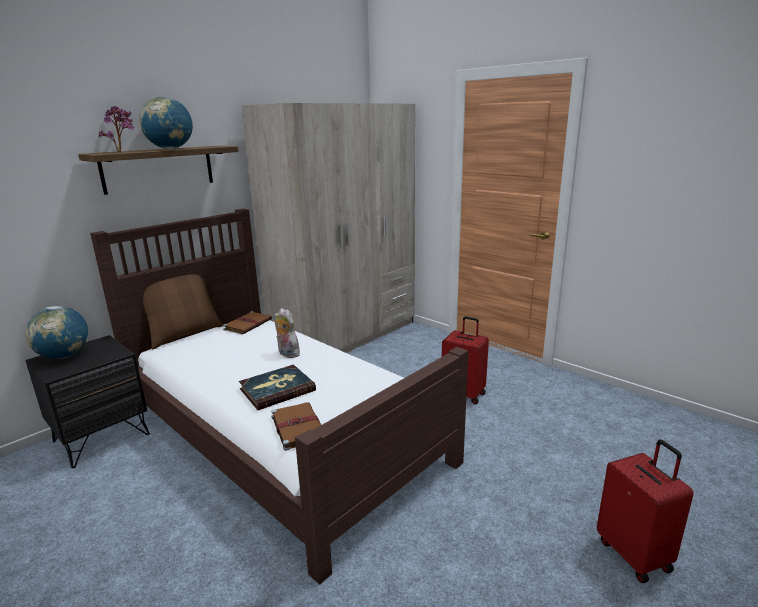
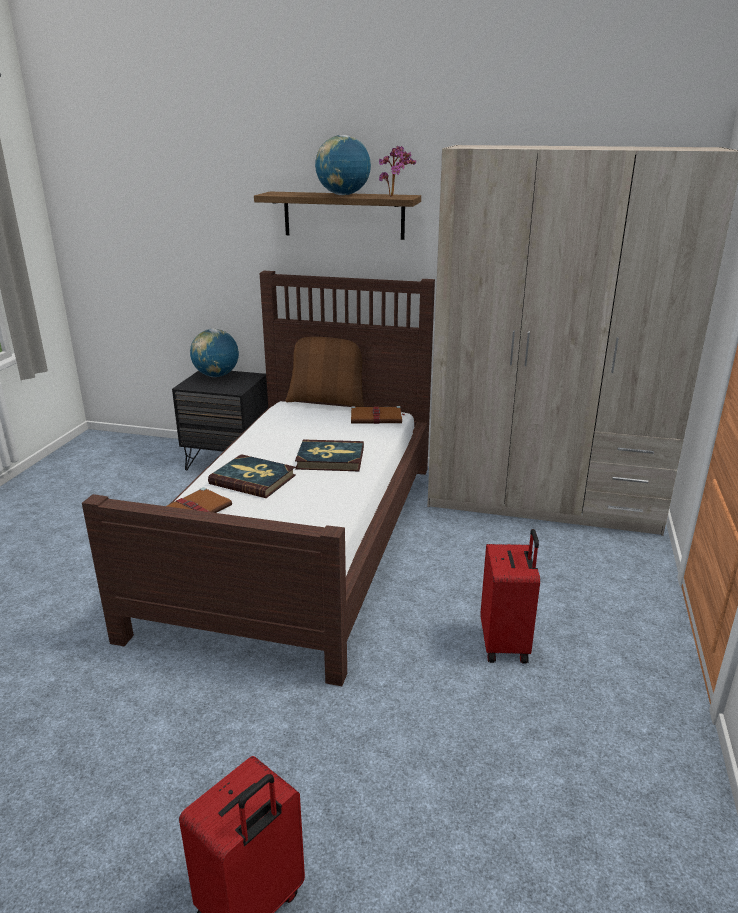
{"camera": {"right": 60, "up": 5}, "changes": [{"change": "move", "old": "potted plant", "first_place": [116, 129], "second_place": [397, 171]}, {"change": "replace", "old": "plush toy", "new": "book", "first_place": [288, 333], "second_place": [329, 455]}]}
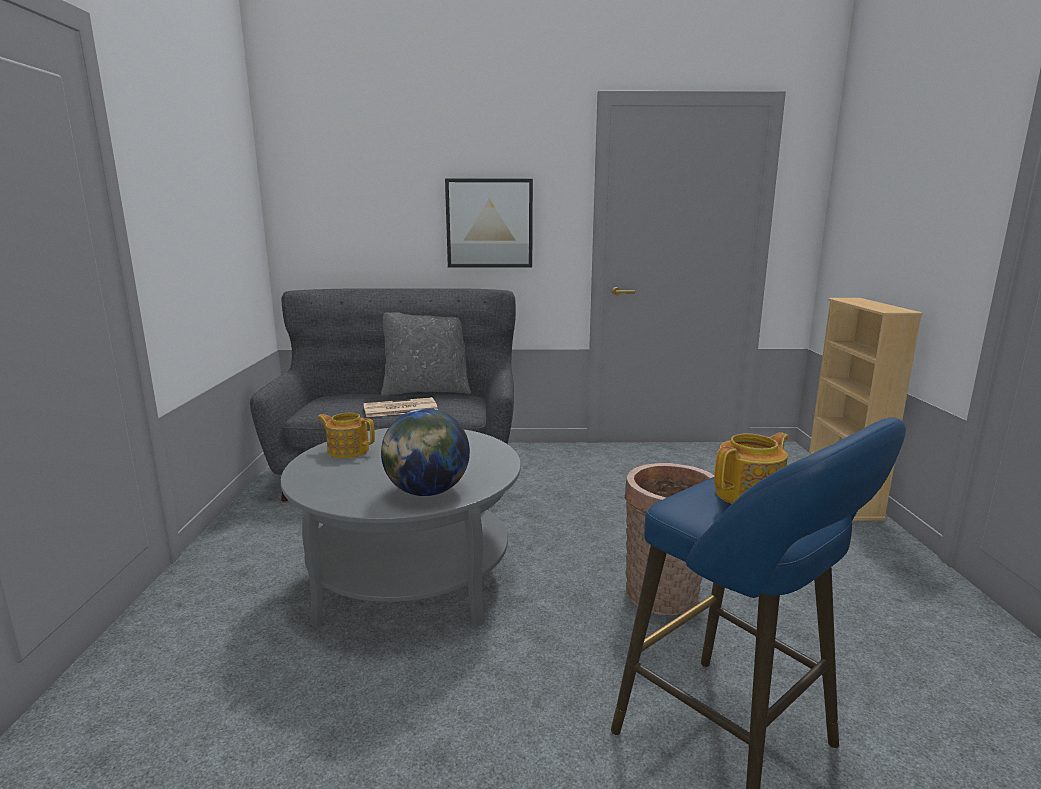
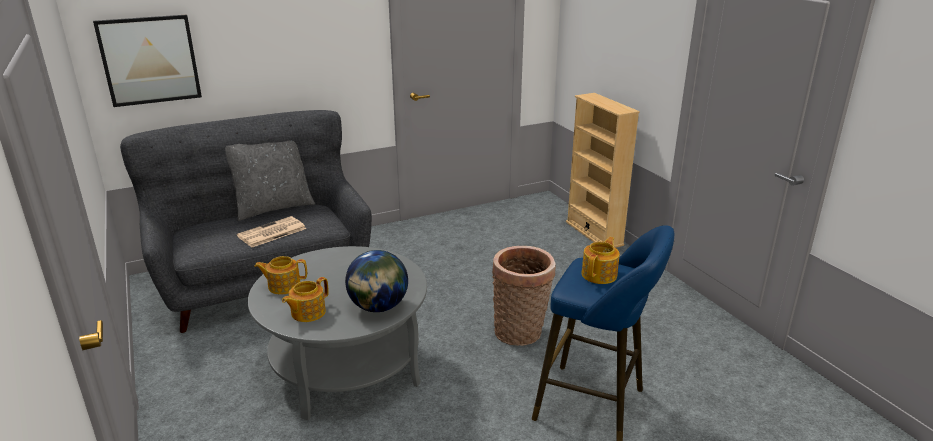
{"camera": {"right": -25, "up": 10}, "changes": [{"change": "move", "old": "wall art", "first_place": [489, 223], "second_place": [147, 61]}, {"change": "insert", "new": "teapot", "second_place": [305, 299]}]}
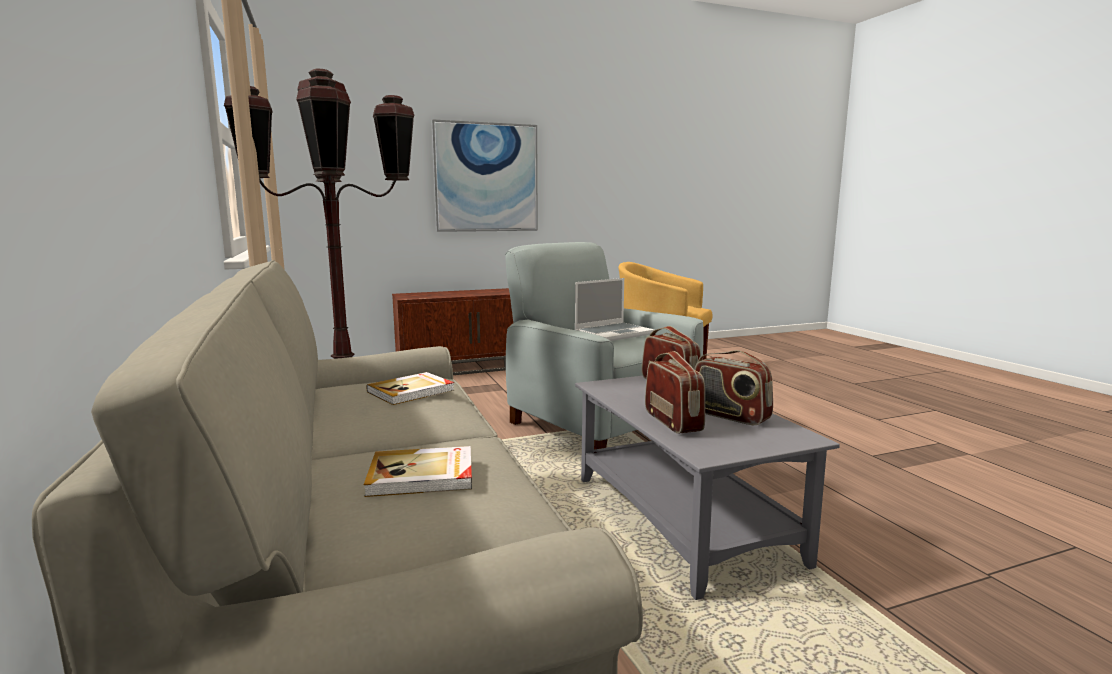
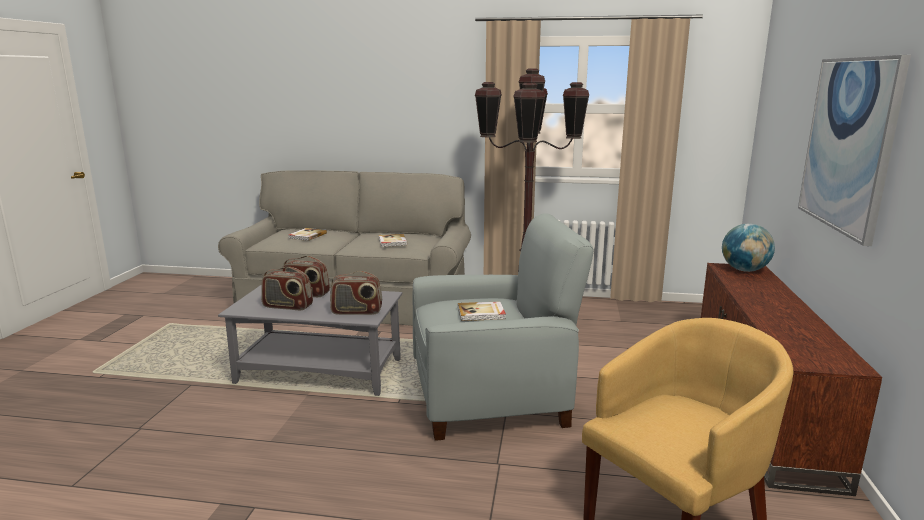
{"camera": {"right": 120, "up": 5}, "changes": [{"change": "replace", "old": "notebook computer", "new": "book", "first_place": [615, 309], "second_place": [482, 311]}, {"change": "rotate", "old": "radio set", "first_place": [733, 387], "second_place": [287, 288], "degrees": -150}, {"change": "insert", "new": "world globe", "second_place": [748, 248]}]}
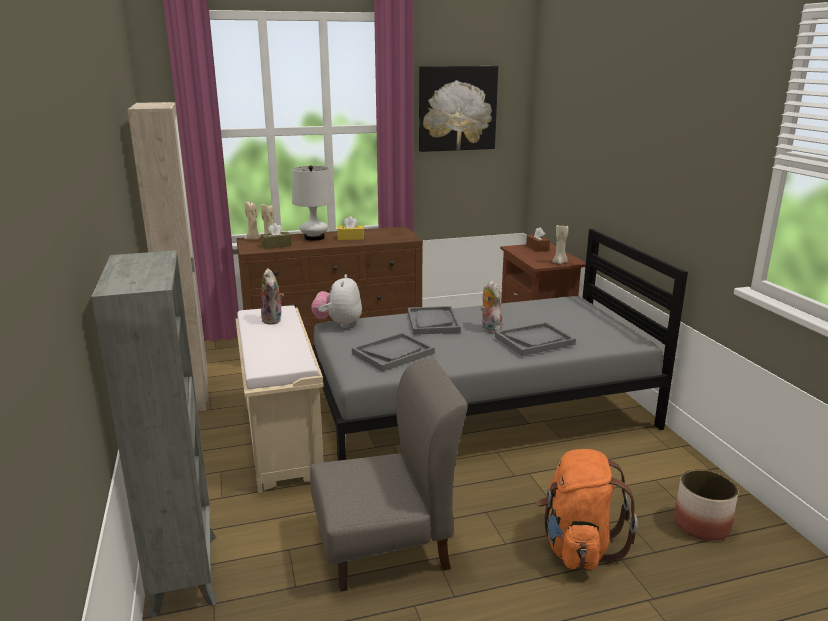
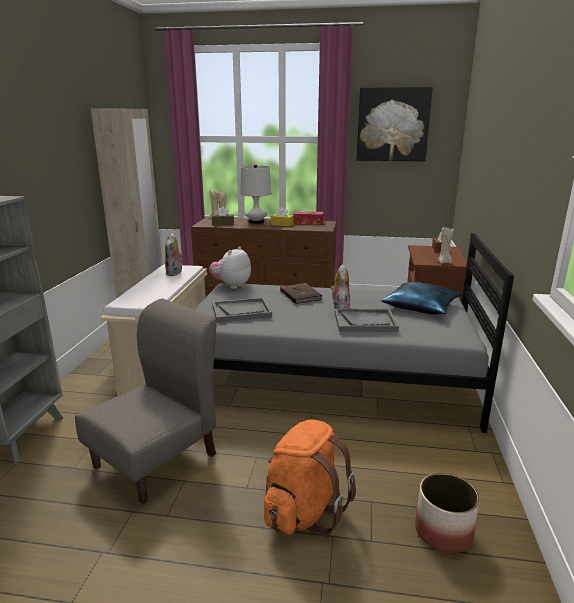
{"camera": {"right": 25, "up": 0}, "changes": [{"change": "replace", "old": "greyish serving tray", "new": "brown-coloured book", "first_place": [434, 320], "second_place": [301, 293]}, {"change": "rotate", "old": "greyish upright chair", "first_place": [389, 475], "second_place": [146, 401], "degrees": -60}, {"change": "insert", "new": "box of tissues", "second_place": [309, 218]}, {"change": "insert", "new": "bluish throw pillow", "second_place": [422, 298]}]}
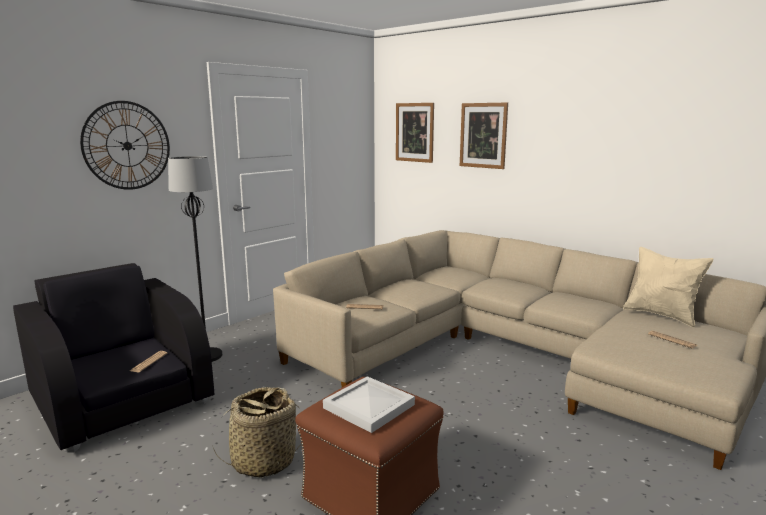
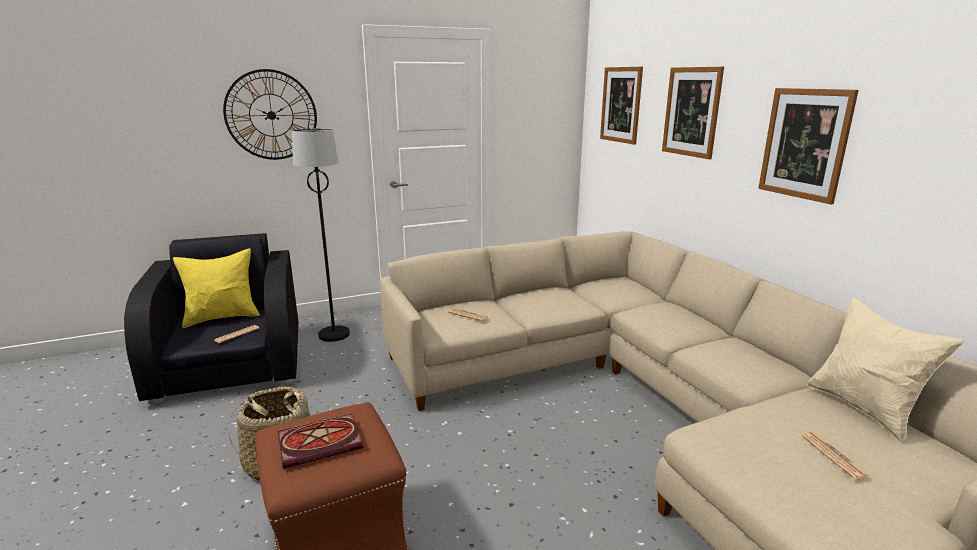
{"camera": {"right": 25, "up": 5}, "changes": [{"change": "replace", "old": "white-coloured serving tray", "new": "book", "first_place": [369, 404], "second_place": [320, 441]}, {"change": "insert", "new": "wall art", "second_place": [808, 146]}, {"change": "insert", "new": "yellow-coloured throw pillow", "second_place": [216, 288]}]}
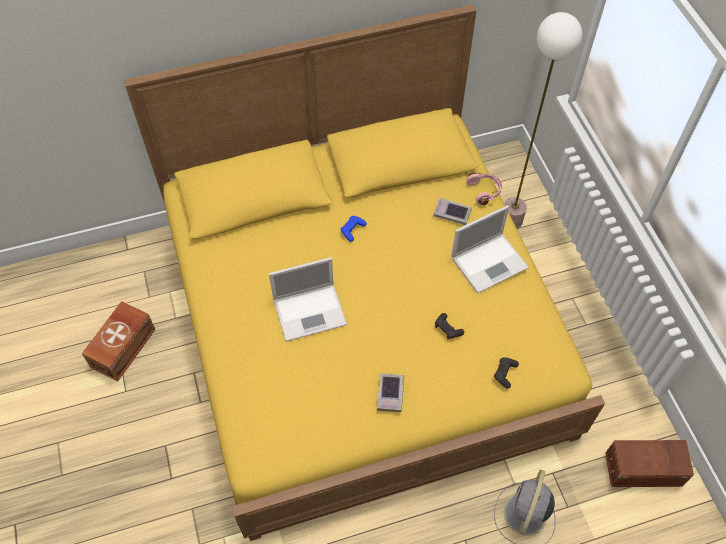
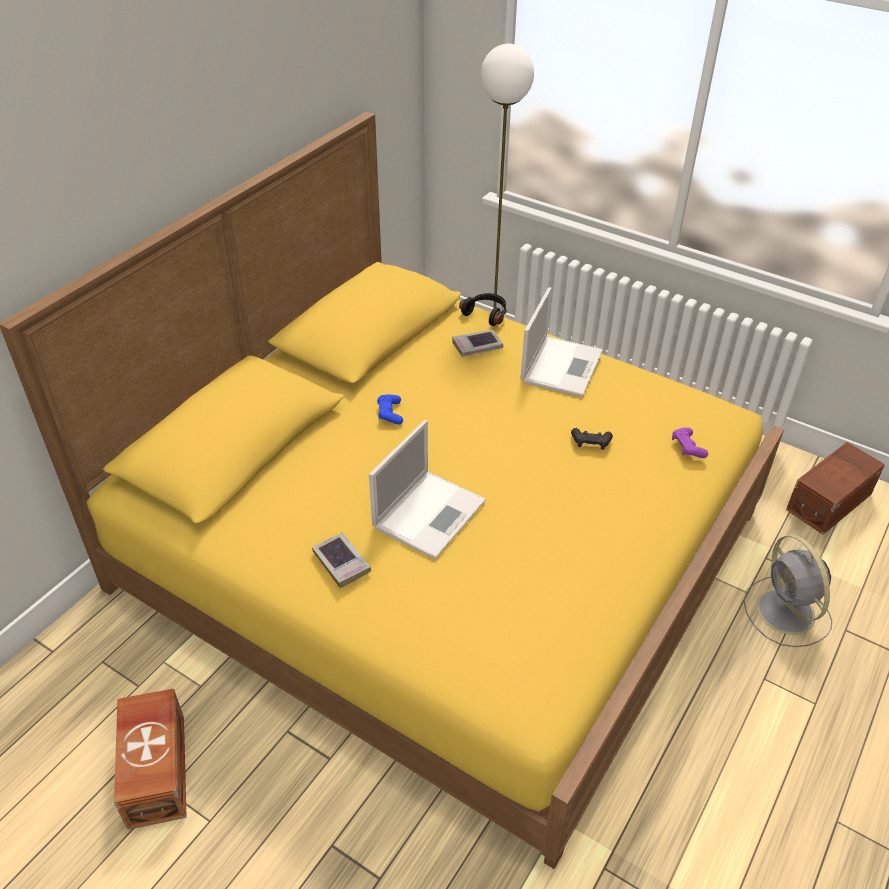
{"camera": {"right": -40, "up": -15}, "changes": [{"change": "recolor", "old": "pink headset", "new": "blackish headset", "first_place": [484, 188], "second_place": [483, 309]}, {"change": "recolor", "old": "blackish joypad", "new": "purple joypad", "first_place": [506, 372], "second_place": [690, 443]}, {"change": "move", "old": "book", "first_place": [390, 392], "second_place": [341, 560]}]}
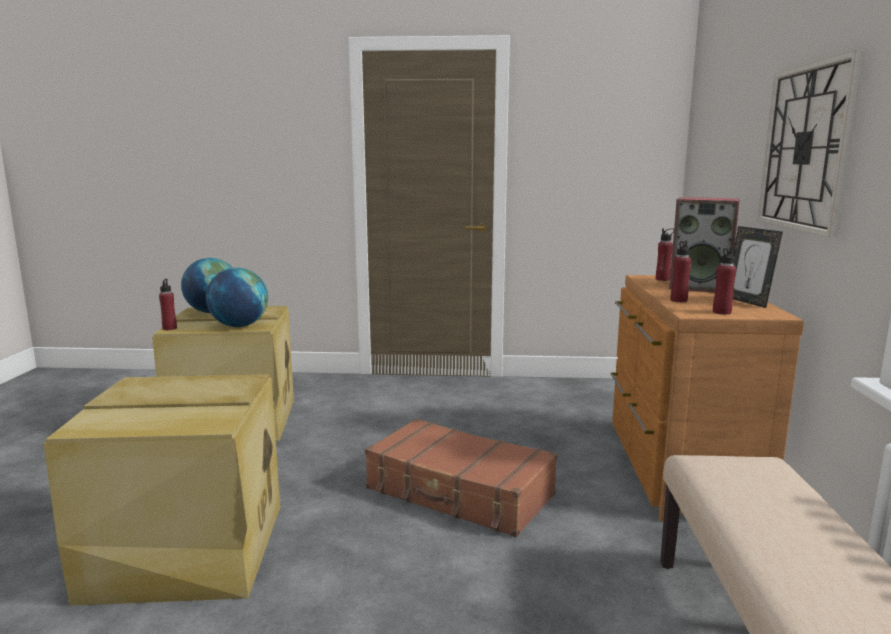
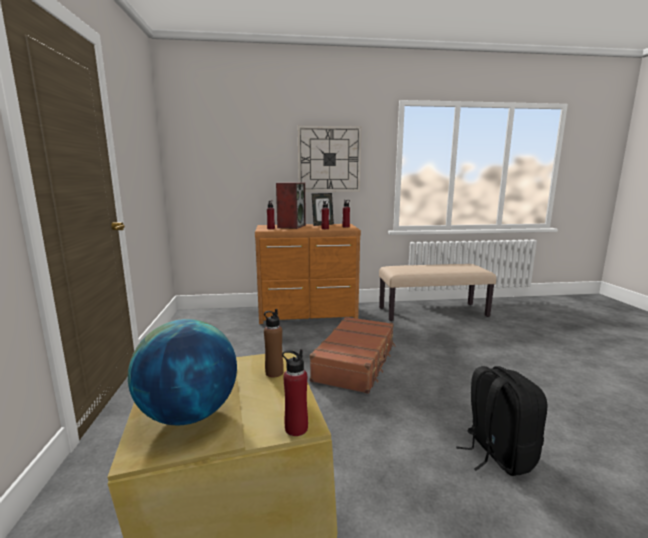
{"camera": {"right": -100, "up": 0}, "changes": [{"change": "replace", "old": "world globe", "new": "brown-coloured bottle", "first_place": [237, 297], "second_place": [274, 343]}, {"change": "replace", "old": "sand-coloured storage container", "new": "blackish backpack", "first_place": [162, 490], "second_place": [501, 421]}]}
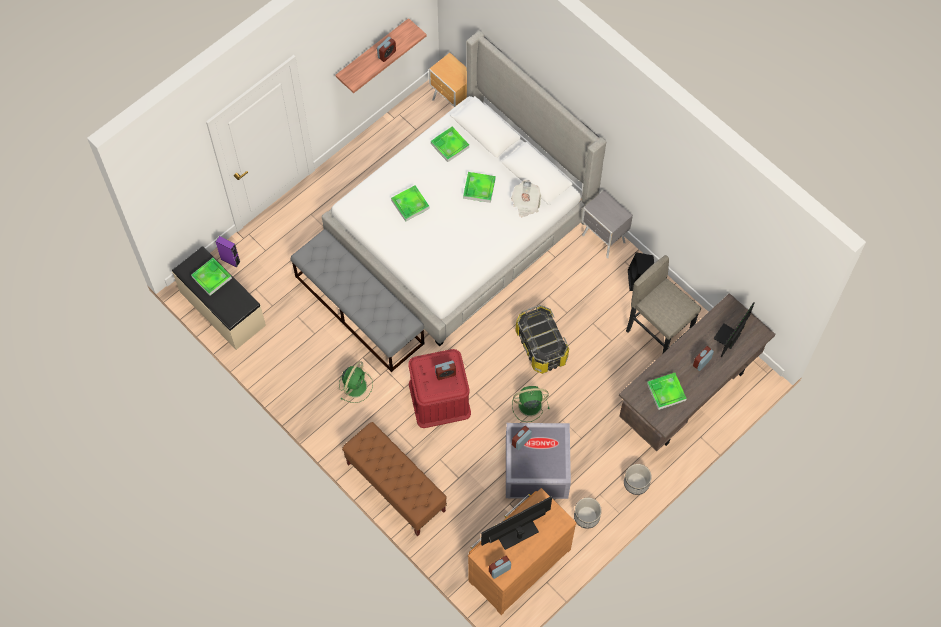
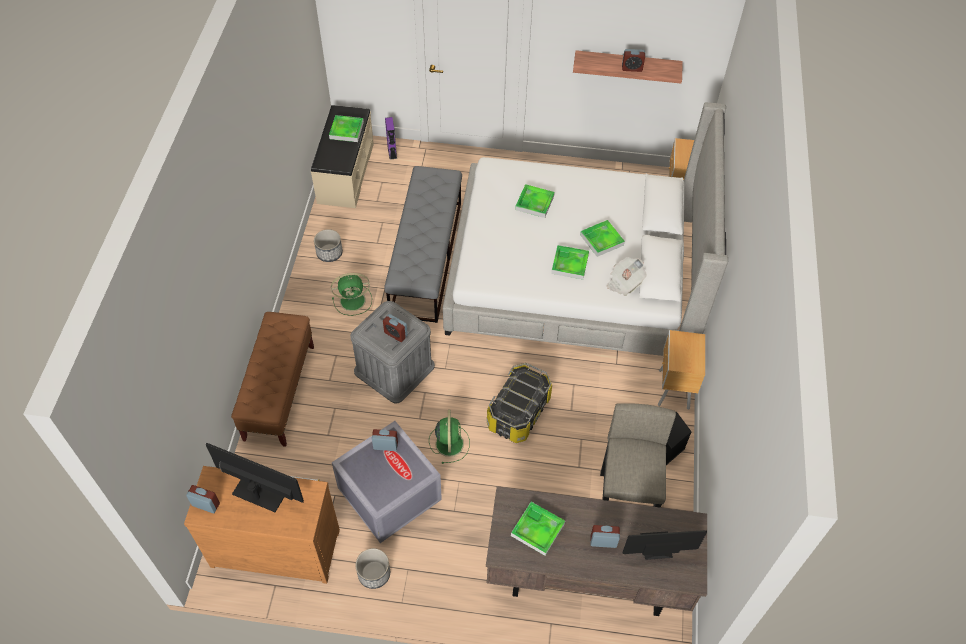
{"camera": {"right": 50, "up": -10}, "changes": [{"change": "move", "old": "serving tray", "first_place": [450, 144], "second_place": [570, 262]}, {"change": "recolor", "old": "greyish bedside table", "new": "brown-coloured bedside table", "first_place": [607, 224], "second_place": [681, 370]}, {"change": "recolor", "old": "red-coloured storage container", "new": "greyish storage container", "first_place": [439, 388], "second_place": [392, 352]}, {"change": "rotate", "old": "green-coloured electric fan", "first_place": [531, 404], "second_place": [449, 437], "degrees": 45}, {"change": "move", "old": "planter", "first_place": [638, 479], "second_place": [328, 245]}]}
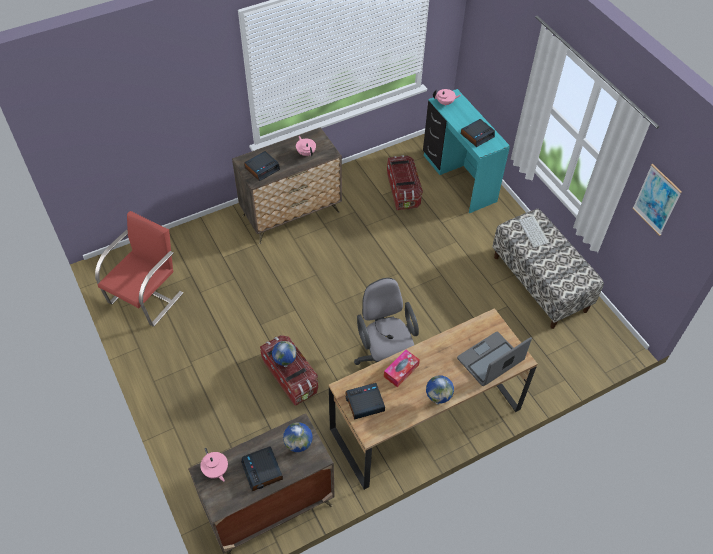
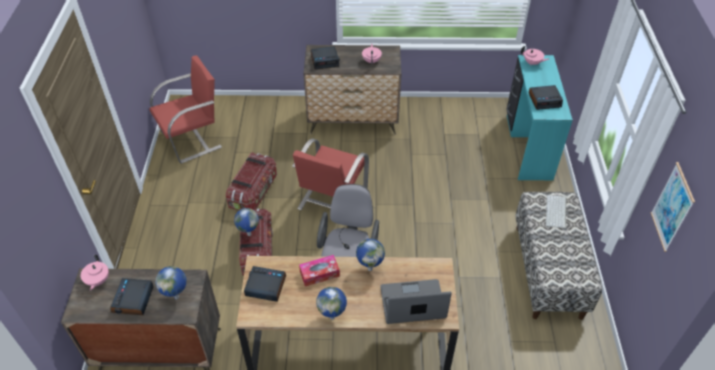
{"camera": {"right": 30, "up": -5}, "changes": [{"change": "move", "old": "storage container", "first_place": [405, 182], "second_place": [251, 182]}, {"change": "insert", "new": "red-coloured upright chair", "second_place": [330, 174]}, {"change": "insert", "new": "world globe", "second_place": [370, 255]}]}
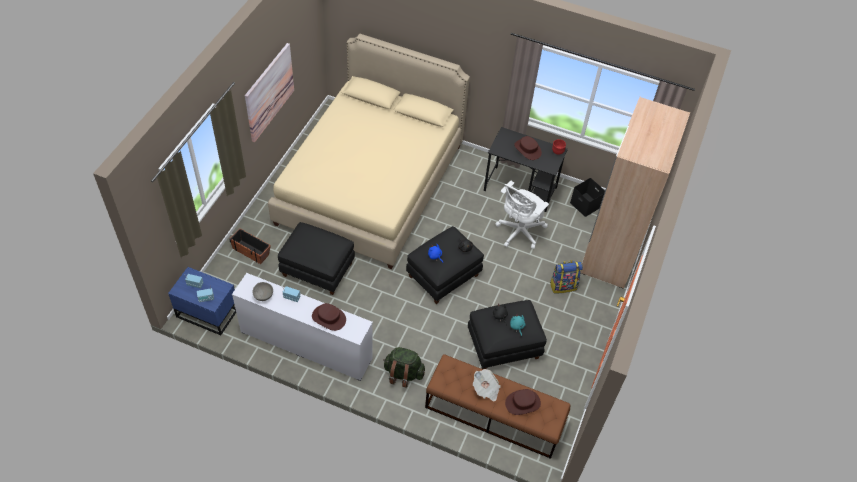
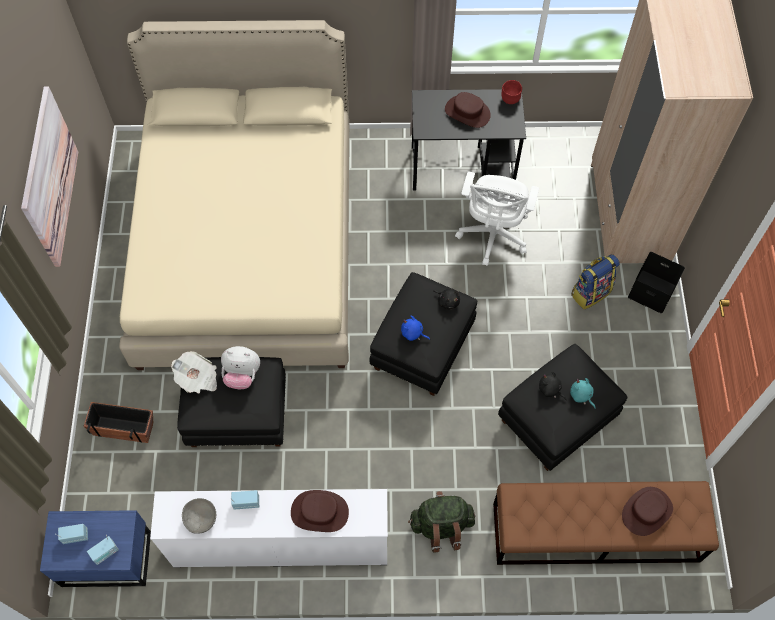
{"camera": {"right": -20, "up": 10}, "changes": [{"change": "move", "old": "blackish storage container", "first_place": [587, 197], "second_place": [656, 282]}, {"change": "move", "old": "newspaper", "first_place": [487, 385], "second_place": [194, 372]}, {"change": "insert", "new": "plush toy", "second_place": [240, 367]}]}
